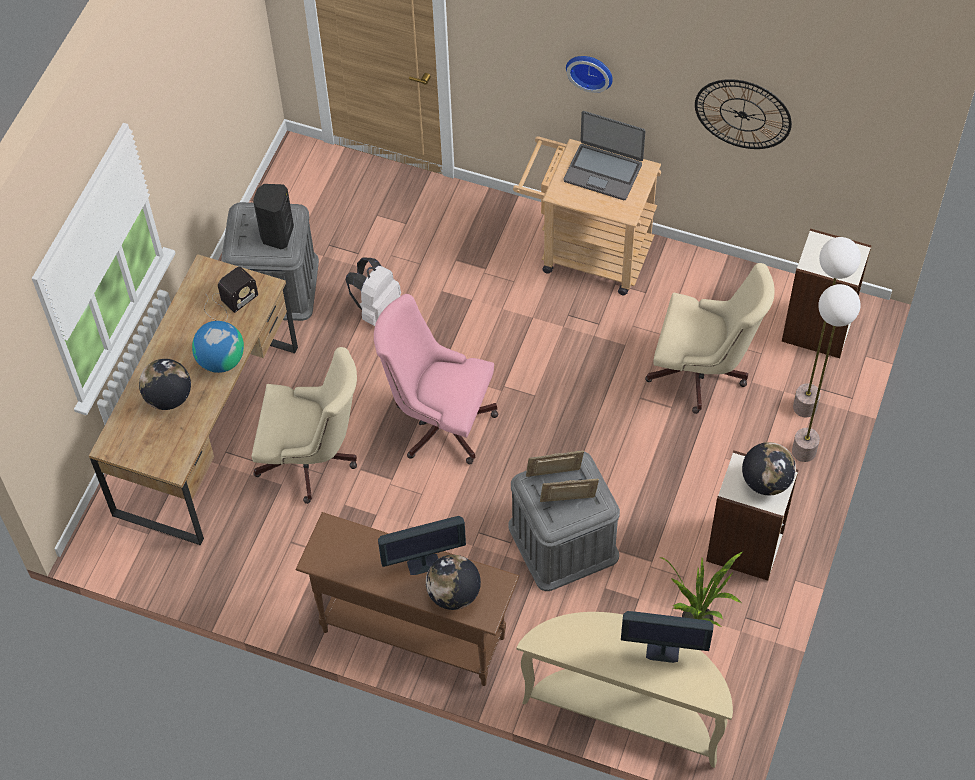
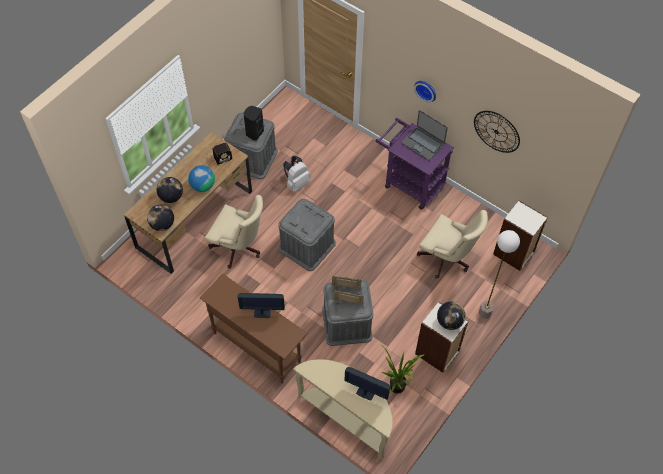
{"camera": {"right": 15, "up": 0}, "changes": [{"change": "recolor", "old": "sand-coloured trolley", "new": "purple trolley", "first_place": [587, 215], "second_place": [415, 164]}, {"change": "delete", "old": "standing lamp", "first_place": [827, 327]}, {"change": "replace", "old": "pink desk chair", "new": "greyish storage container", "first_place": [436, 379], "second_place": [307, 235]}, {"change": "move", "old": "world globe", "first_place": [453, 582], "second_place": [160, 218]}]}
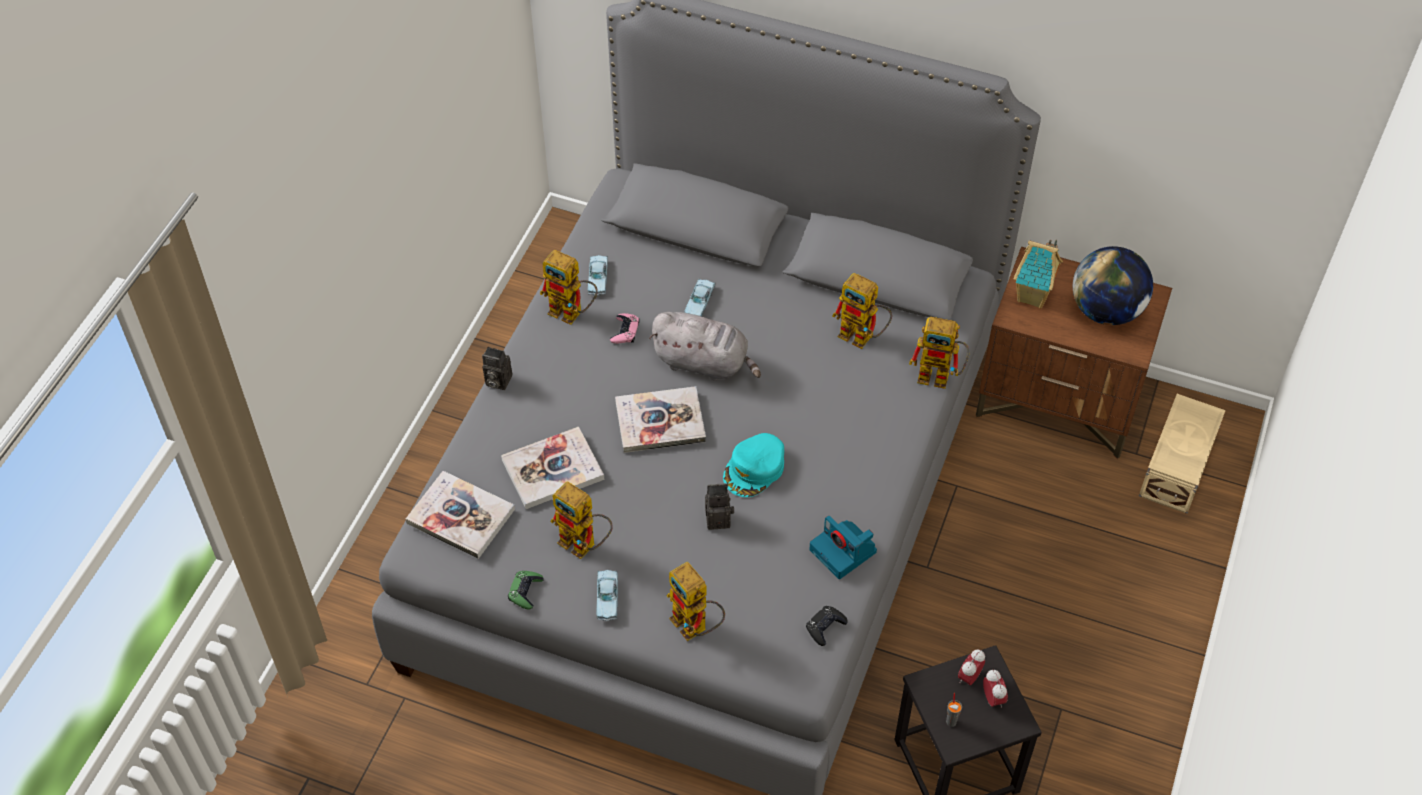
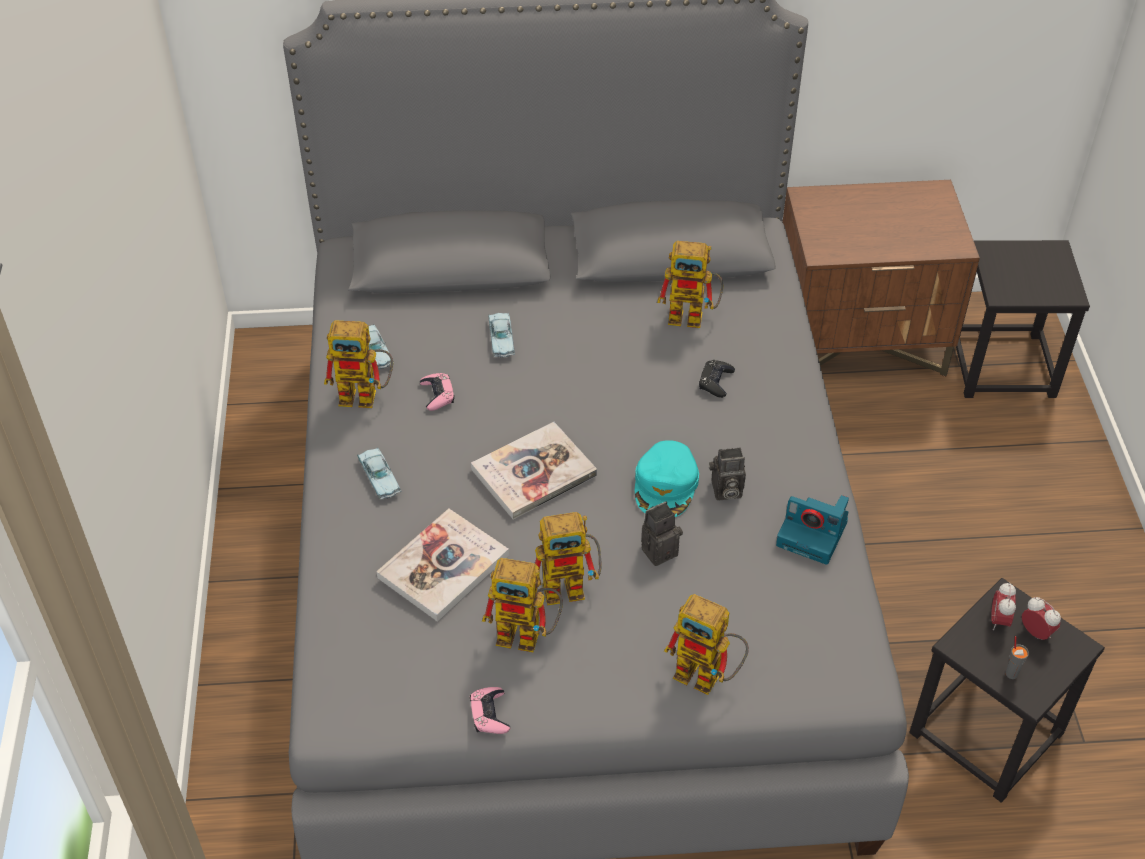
{"camera": {"right": -25, "up": -5}, "changes": [{"change": "delete", "old": "model house", "first_place": [1038, 274]}, {"change": "delete", "old": "world globe", "first_place": [1113, 285]}, {"change": "delete", "old": "greyish plush toy", "first_place": [705, 346]}, {"change": "move", "old": "toy robot", "first_place": [939, 353], "second_place": [568, 559]}, {"change": "move", "old": "still camera", "first_place": [497, 368], "second_place": [727, 474]}, {"change": "replace", "old": "sand-coloured storage container", "new": "blackish sitting stool", "first_place": [1182, 454], "second_place": [1023, 319]}, {"change": "delete", "old": "book", "first_place": [460, 515]}, {"change": "move", "old": "bluish toy car", "first_place": [607, 595], "second_place": [379, 473]}, {"change": "recolor", "old": "green-coloured joypad", "new": "pink joypad", "first_place": [526, 590], "second_place": [490, 710]}, {"change": "move", "old": "blackish joypad", "first_place": [827, 626], "second_place": [717, 379]}]}
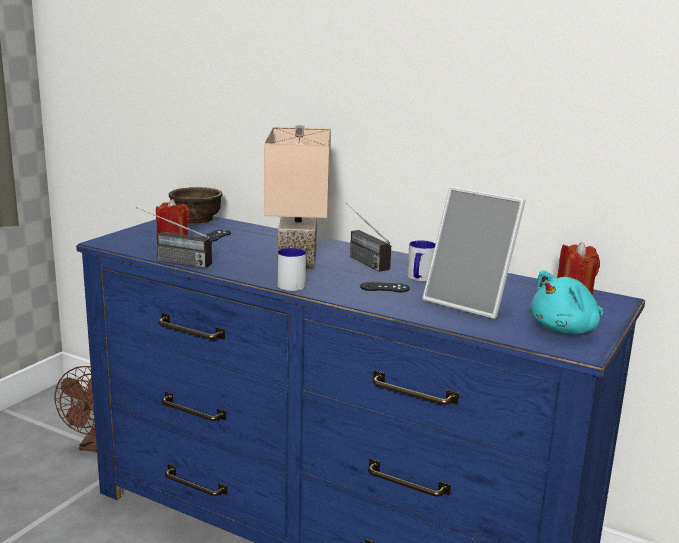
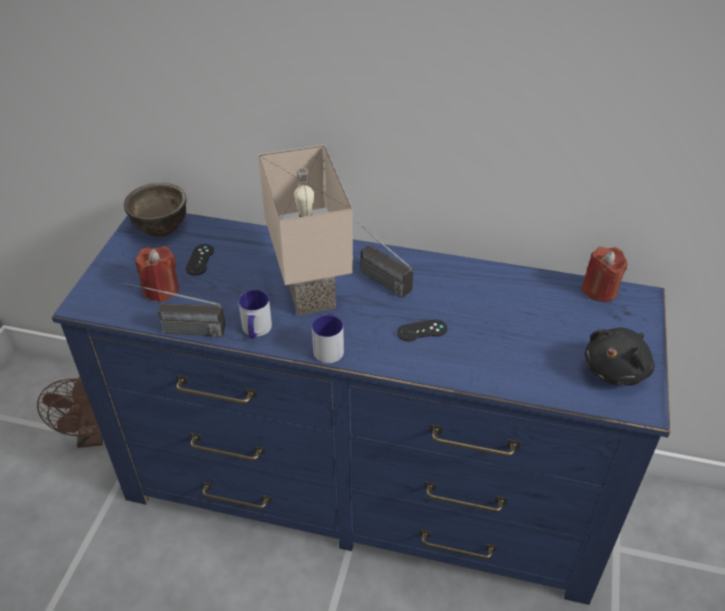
{"camera": {"right": -15, "up": 25}, "changes": [{"change": "delete", "old": "standing frame", "first_place": [474, 252]}, {"change": "move", "old": "mug", "first_place": [421, 260], "second_place": [255, 314]}, {"change": "recolor", "old": "blue-green plush toy", "new": "blackish plush toy", "first_place": [566, 302], "second_place": [619, 356]}]}
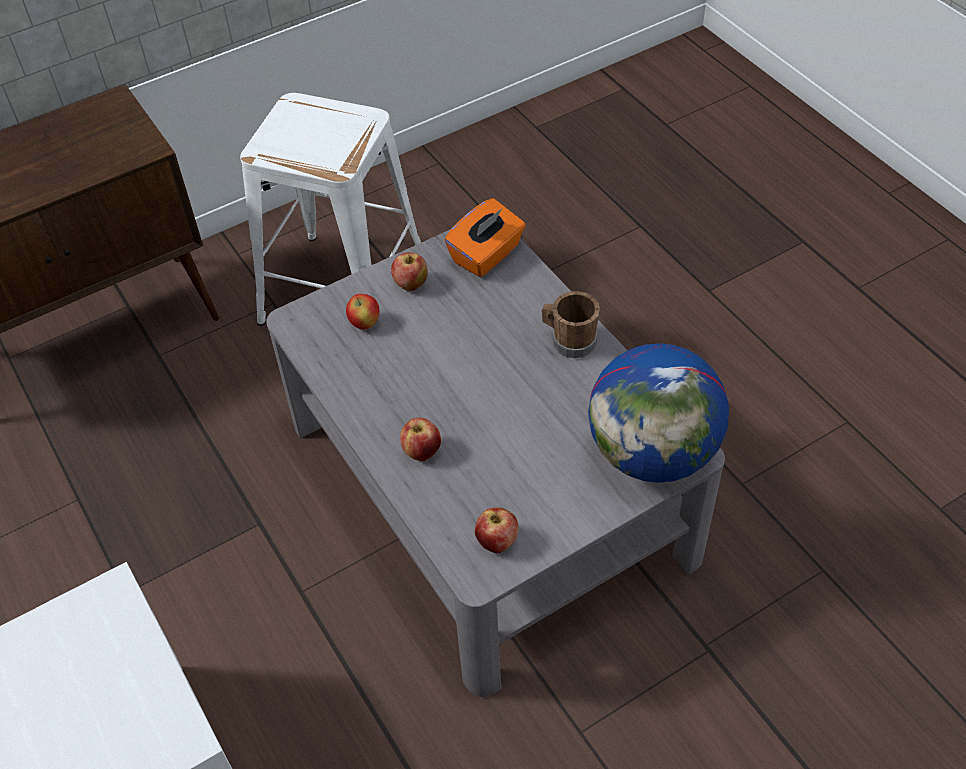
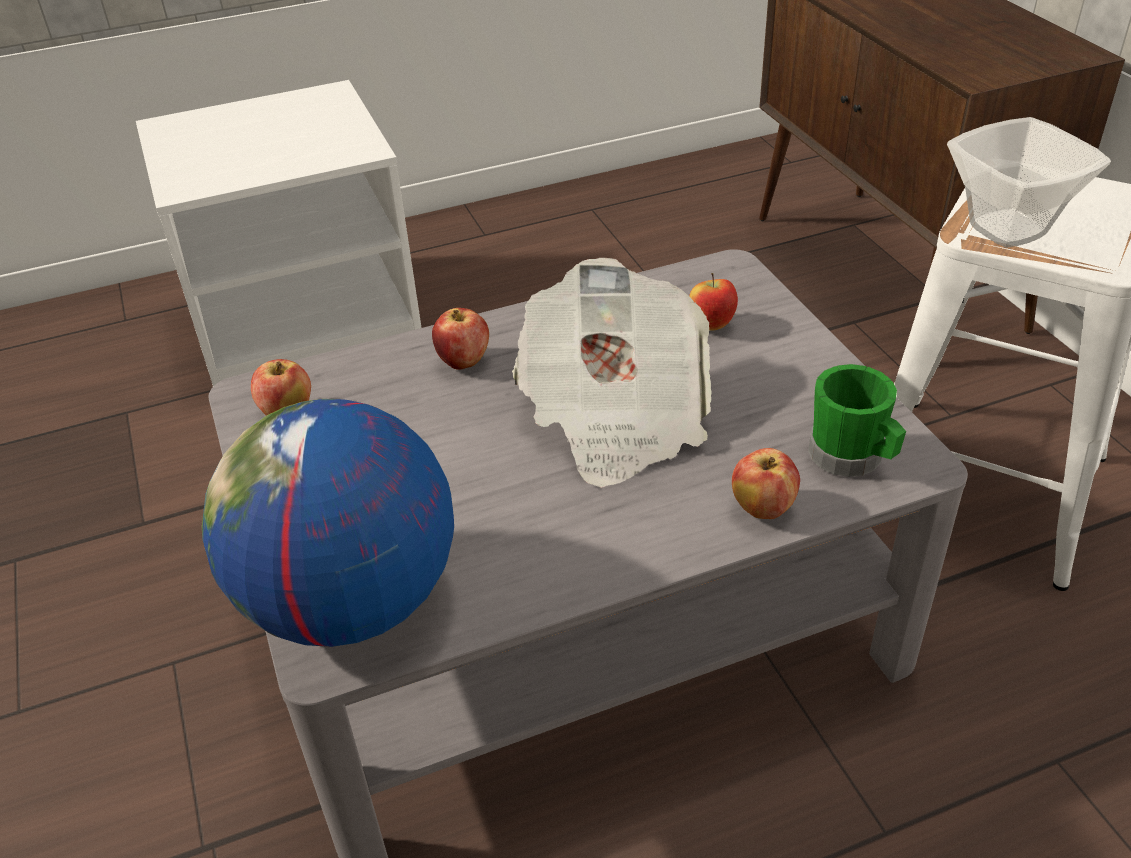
{"camera": {"right": 100, "up": -10}, "changes": [{"change": "replace", "old": "orange box of tissues", "new": "green-coloured mug", "first_place": [485, 237], "second_place": [857, 420]}, {"change": "move", "old": "whole apple", "first_place": [409, 271], "second_place": [766, 483]}, {"change": "delete", "old": "brown-coloured mug", "first_place": [571, 324]}, {"change": "insert", "new": "serving bowl", "second_place": [1029, 182]}, {"change": "insert", "new": "newspaper", "second_place": [612, 373]}]}
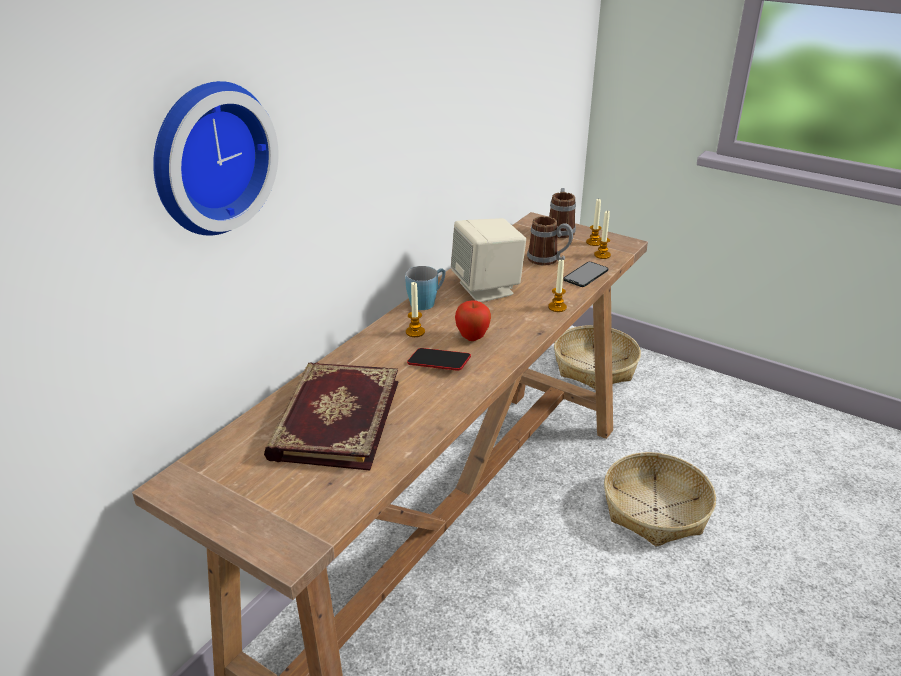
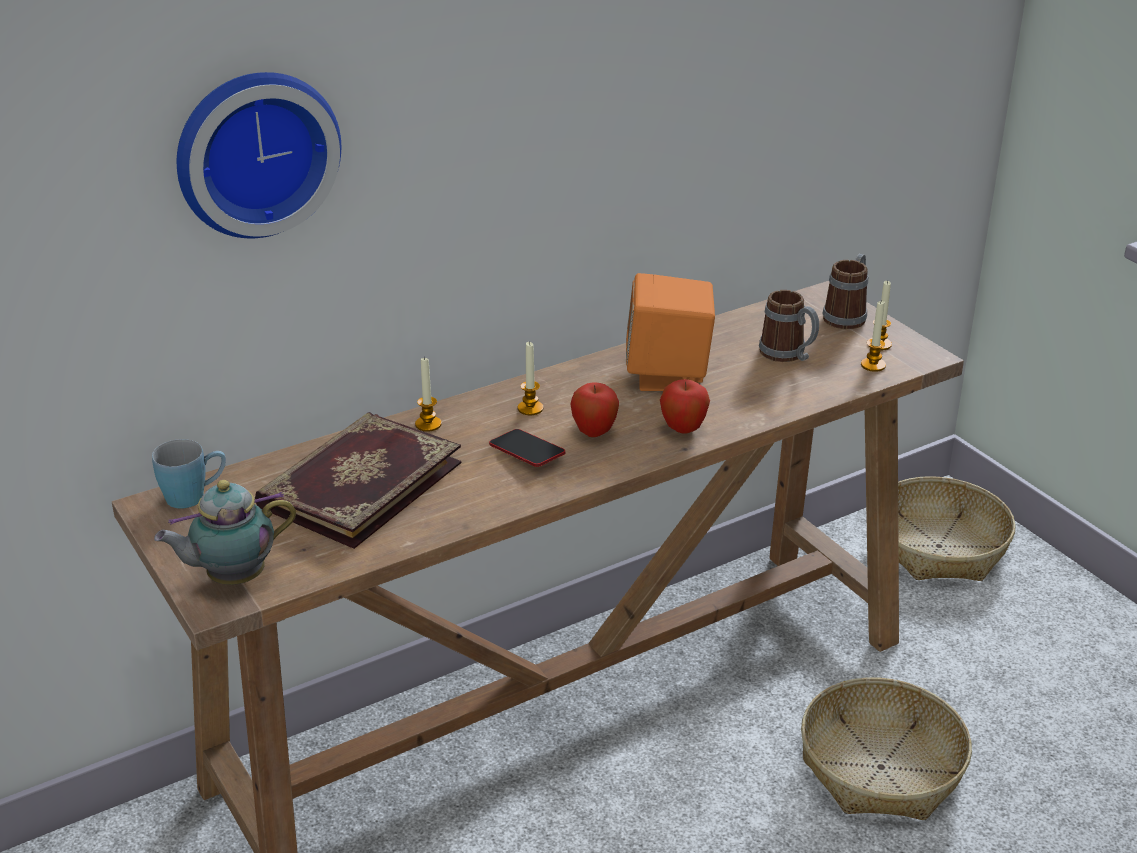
{"camera": {"right": 25, "up": 0}, "changes": [{"change": "recolor", "old": "sand-coloured audio speaker", "new": "orange audio speaker", "first_place": [488, 260], "second_place": [670, 332]}, {"change": "move", "old": "wax candle", "first_place": [557, 285], "second_place": [428, 394]}, {"change": "delete", "old": "phone", "first_place": [586, 274]}, {"change": "move", "old": "bluish mug", "first_place": [425, 288], "second_place": [189, 474]}, {"change": "insert", "new": "whole apple", "second_place": [685, 406]}, {"change": "insert", "new": "teapot", "second_place": [225, 532]}]}
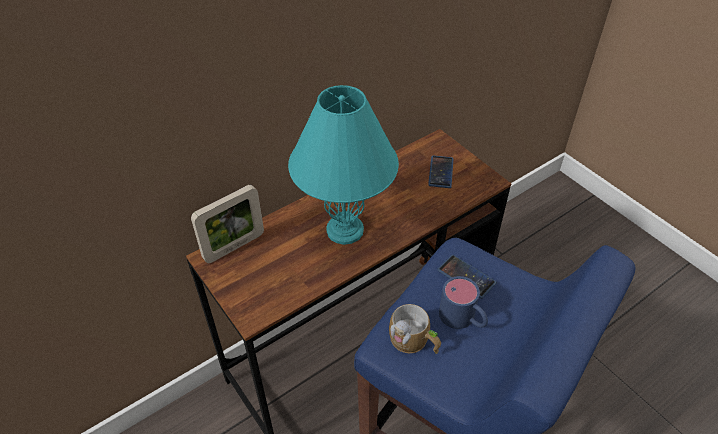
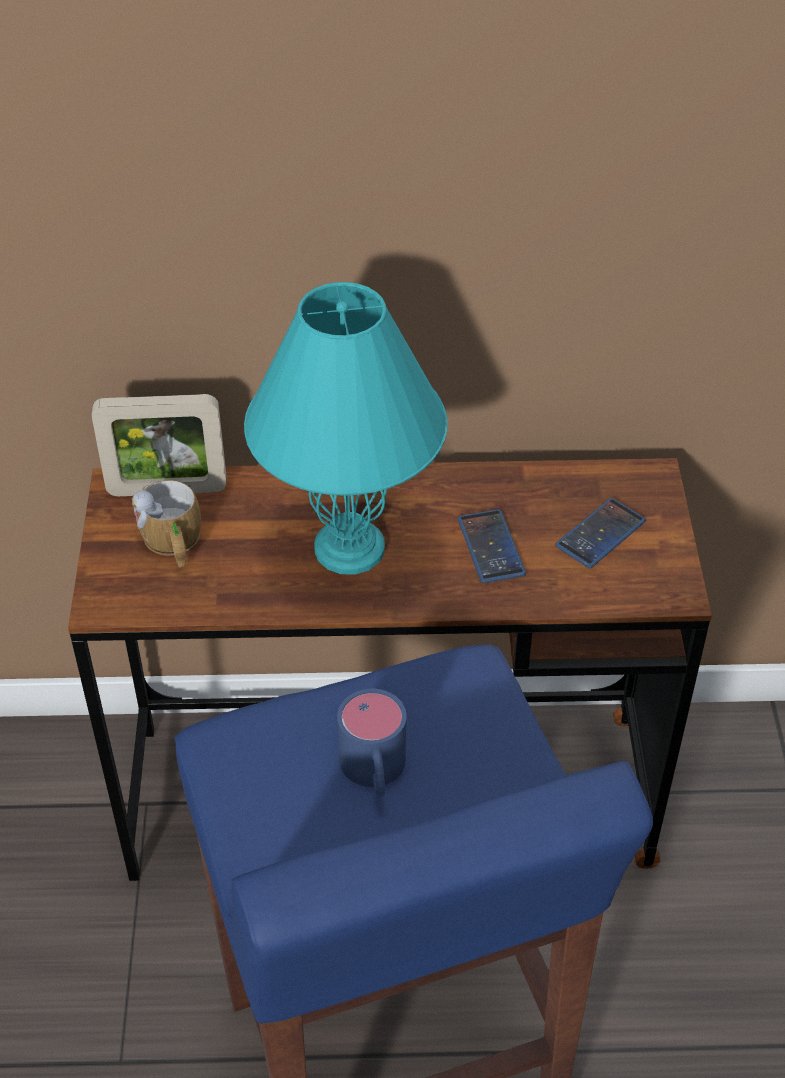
{"camera": {"right": 35, "up": 0}, "changes": [{"change": "move", "old": "phone", "first_place": [467, 276], "second_place": [492, 546]}, {"change": "move", "old": "mug", "first_place": [415, 329], "second_place": [166, 523]}]}
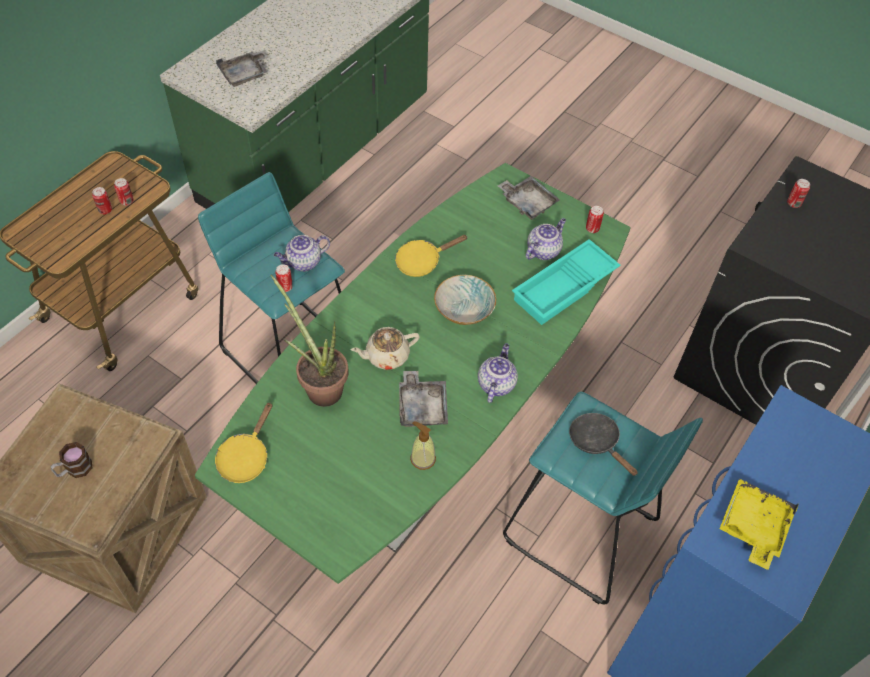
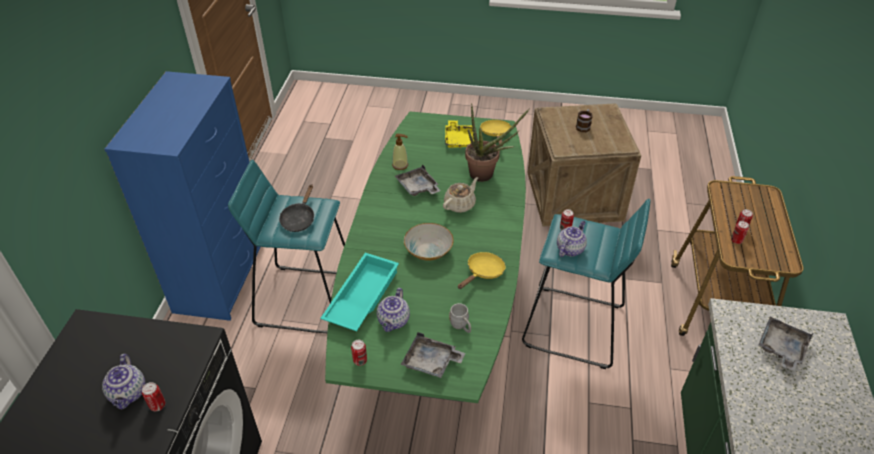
{"camera": {"right": 155, "up": -10}, "changes": [{"change": "move", "old": "teapot", "first_place": [498, 373], "second_place": [123, 381]}, {"change": "rotate", "old": "blackish frying pan", "first_place": [603, 444], "second_place": [296, 208], "degrees": 75}, {"change": "move", "old": "yellow-coloured serving tray", "first_place": [759, 524], "second_place": [459, 134]}, {"change": "insert", "new": "greyish mug", "second_place": [460, 318]}]}
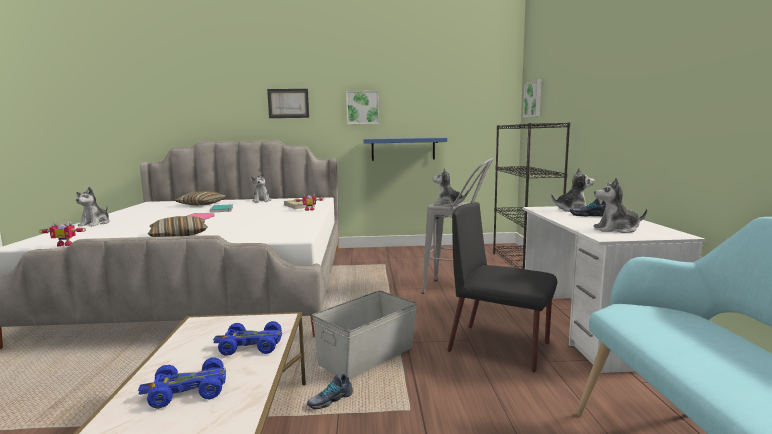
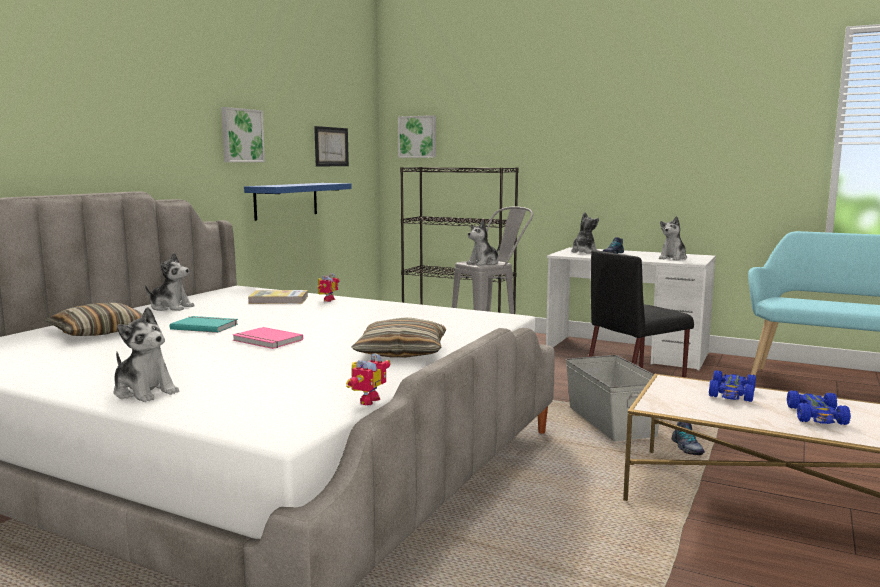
{"camera": {"right": -60, "up": 0}, "changes": [{"change": "move", "old": "wall art", "first_place": [288, 103], "second_place": [331, 146]}]}
